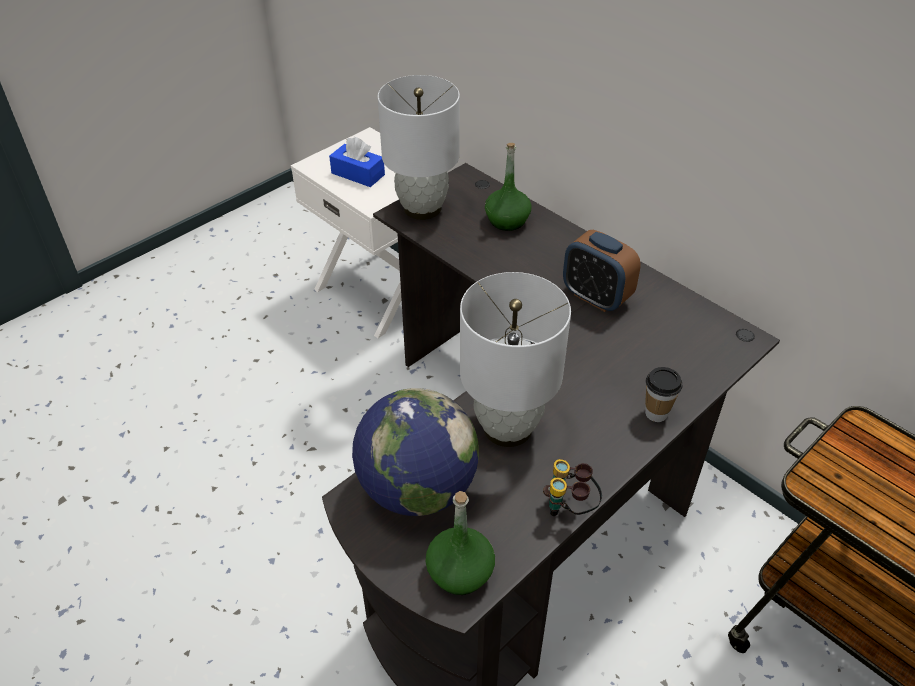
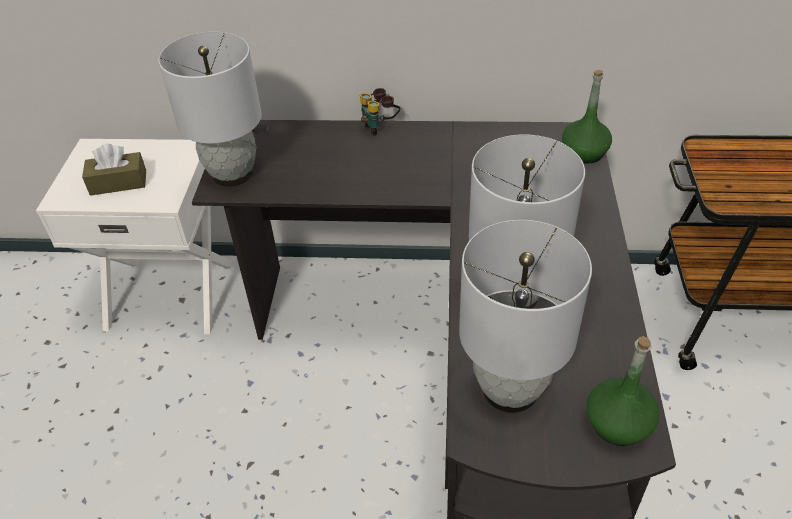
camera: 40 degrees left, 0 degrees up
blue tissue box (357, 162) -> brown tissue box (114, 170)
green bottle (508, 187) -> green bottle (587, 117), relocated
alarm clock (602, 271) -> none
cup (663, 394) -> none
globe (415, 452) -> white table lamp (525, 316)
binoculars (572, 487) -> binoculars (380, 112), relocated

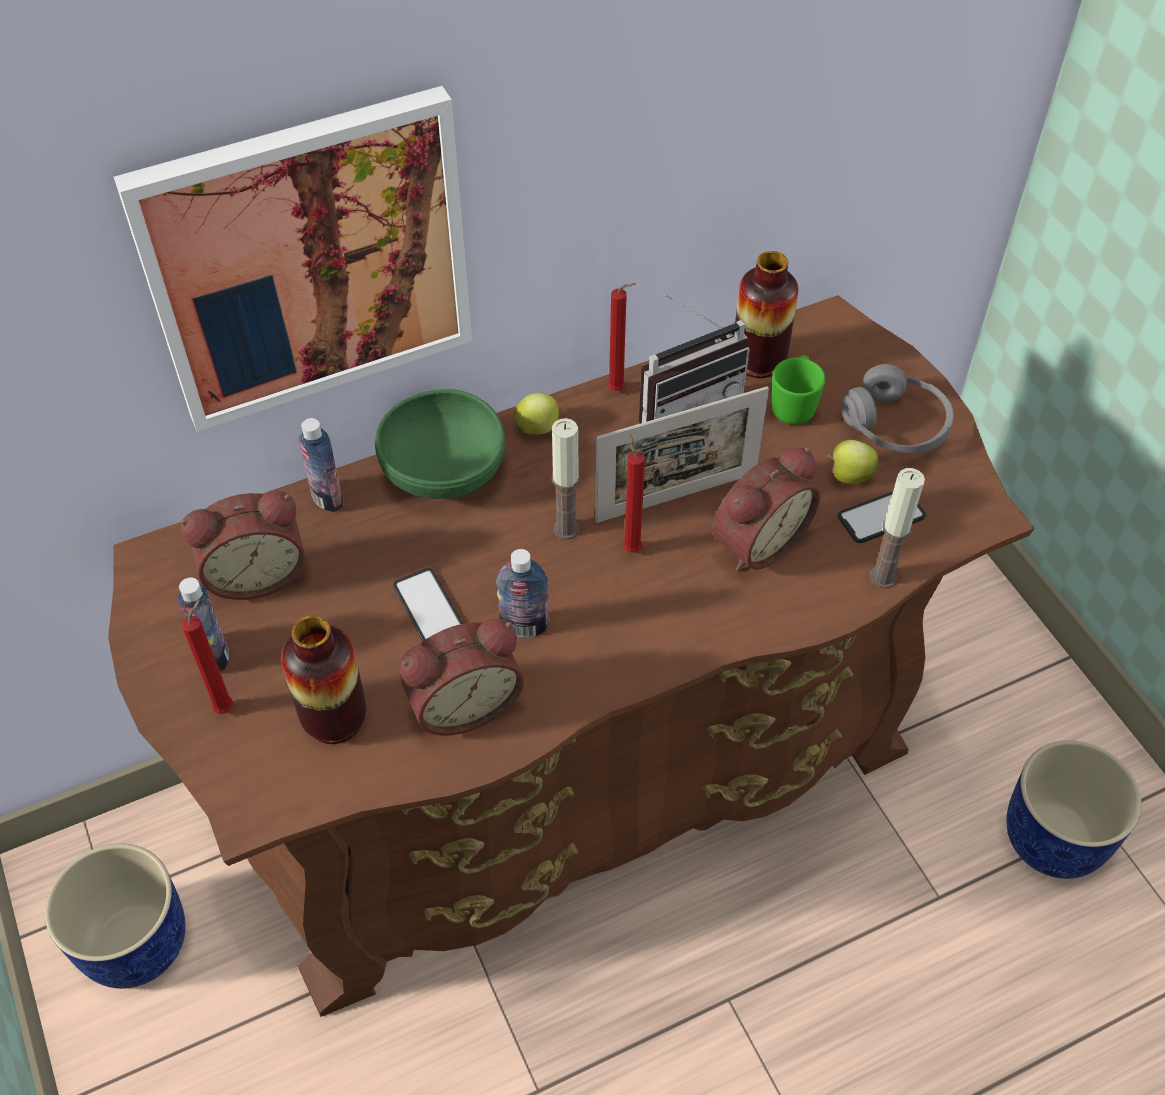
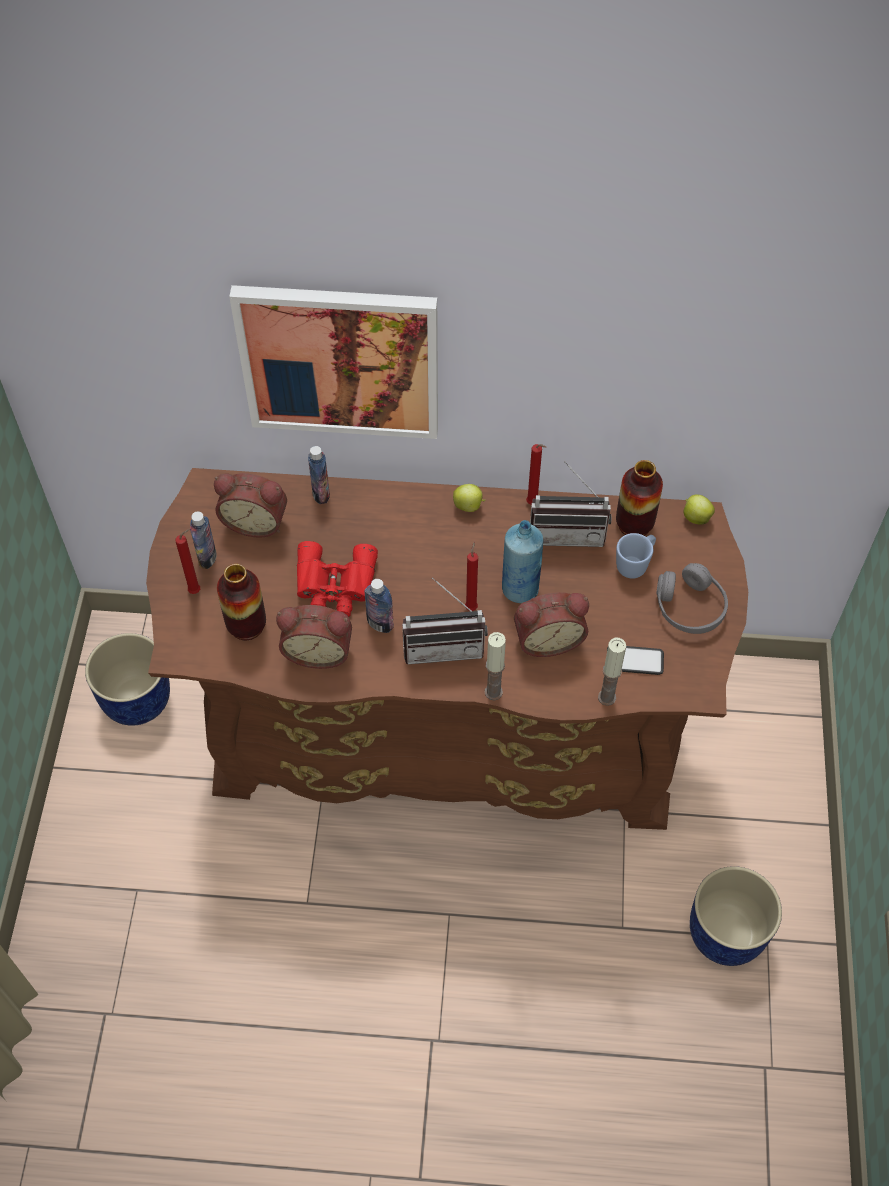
camera: 30 degrees right, 5 degrees up
green mug (799, 390) -> blue mug (636, 556)
picture frame (682, 454) -> blue bottle (522, 561)
green bowl (440, 444) -> none
candle (566, 479) -> candle (495, 666), relocated
apple (852, 462) -> apple (699, 510), relocated
phone (428, 605) -> red binoculars (337, 579)
none -> radio (445, 620)

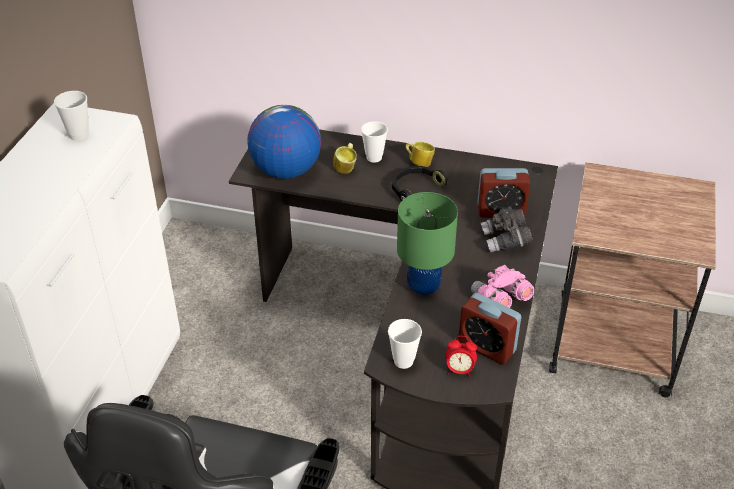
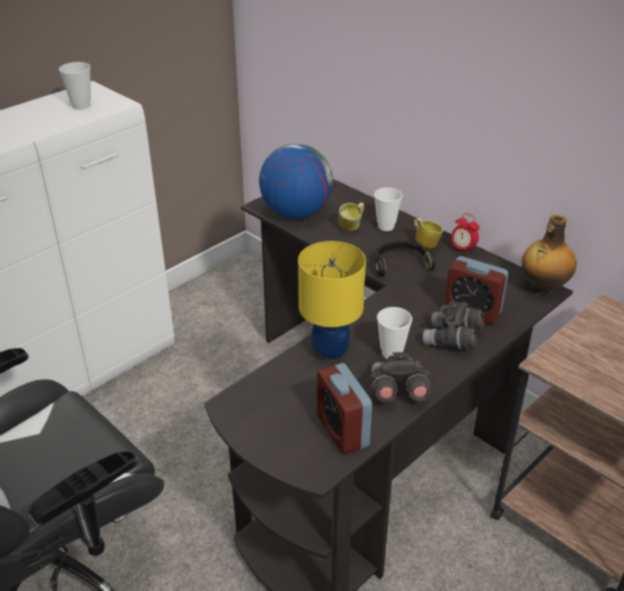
camera: 30 degrees right, 5 degrees down
green table lamp (427, 243) -> yellow table lamp (332, 300)
pink binoculars (502, 286) -> grey binoculars (400, 377)
cup (405, 344) -> cup (394, 333), relocated
alarm clock (461, 356) -> alarm clock (465, 234), relocated
none -> bottle (549, 254)

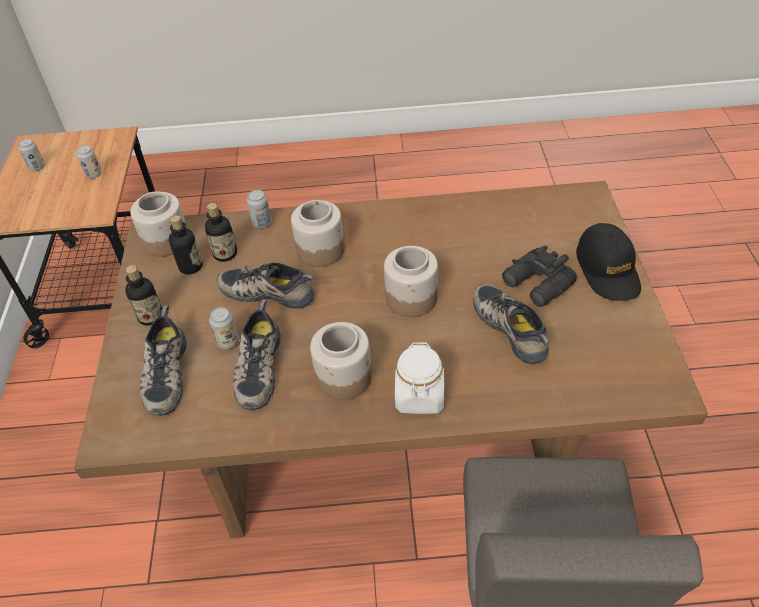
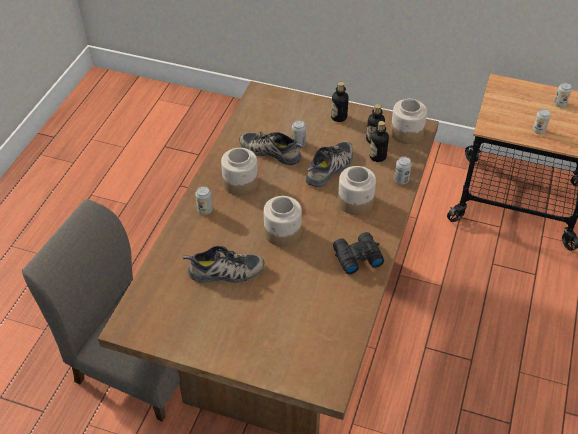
camera: 110 degrees right, 0 degrees up
black cap (608, 262) -> none
black binoculars (539, 276) -> black binoculars (358, 253), relocated
shoe (163, 361) -> none
white jar (419, 378) -> can (204, 200)

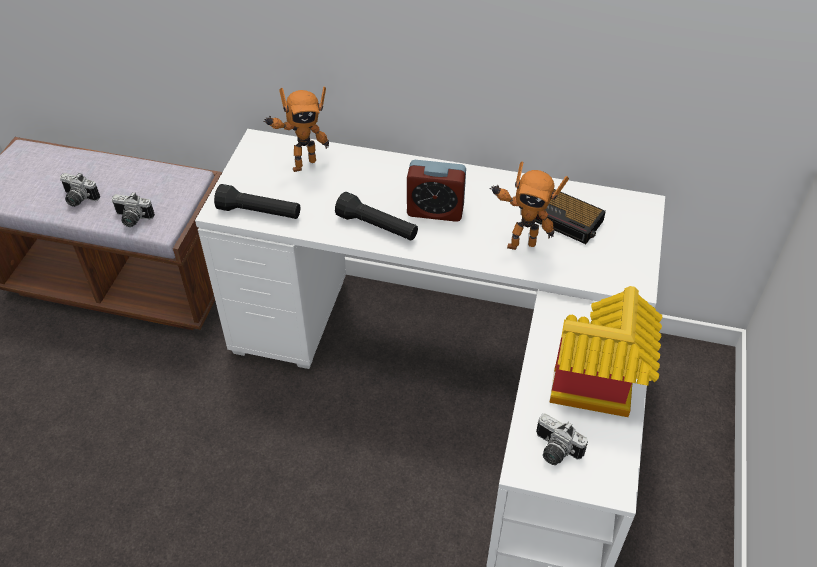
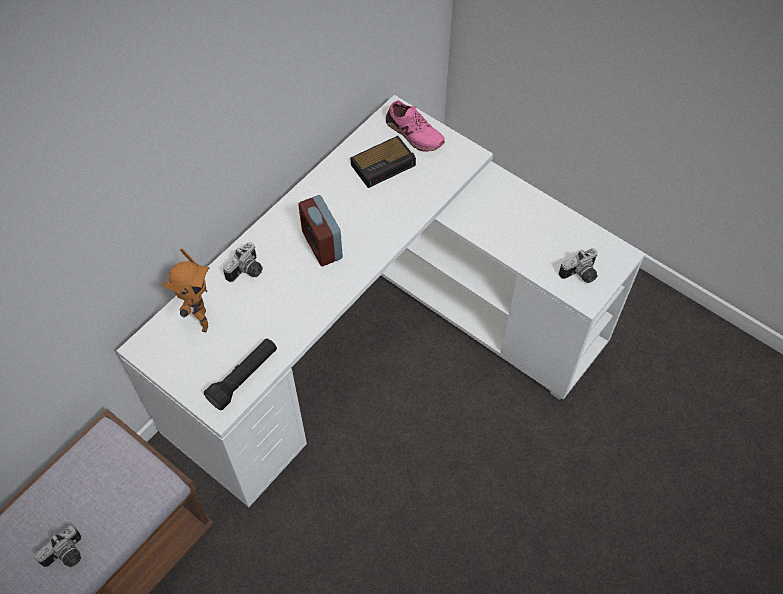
camera: 65 degrees left, 10 degrees up
alarm clock (436, 191) -> alarm clock (320, 230), 120 degrees clockwise
toy robot (529, 206) -> none
photo camera (133, 209) -> photo camera (243, 262), relocated
black flashlight (376, 216) -> none
toy house (605, 351) -> none
none -> pink shoe (415, 126)

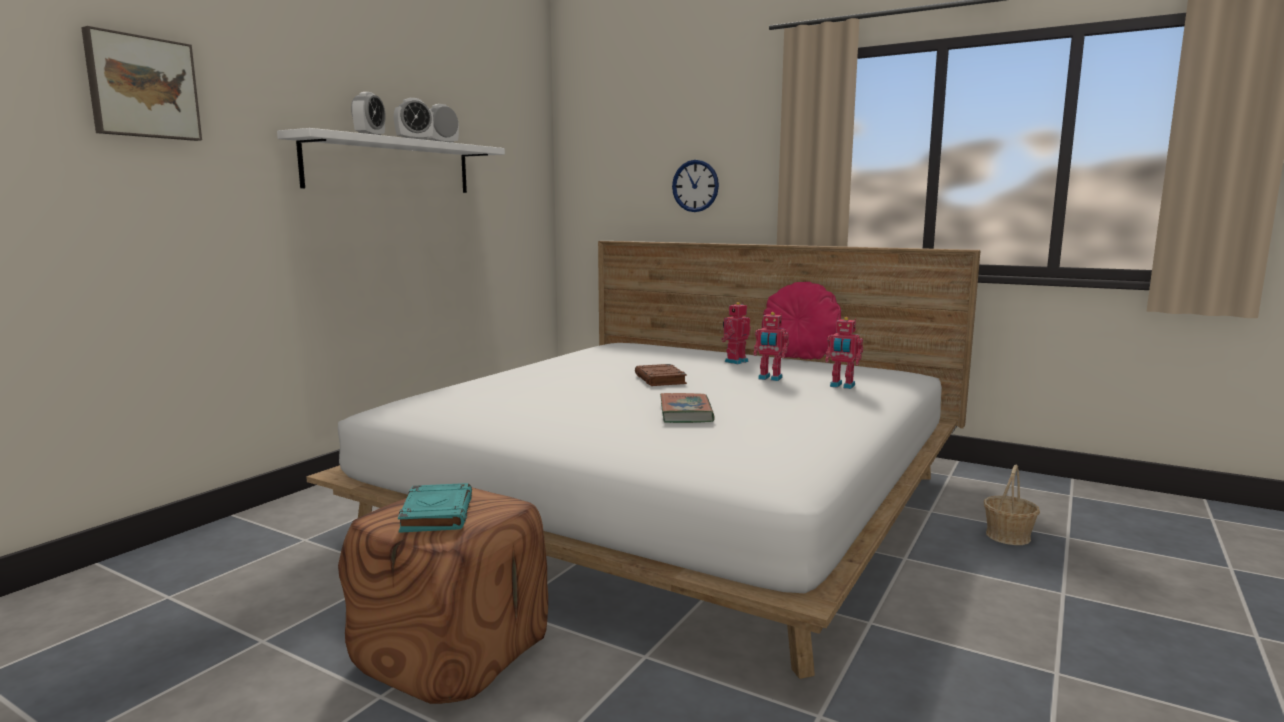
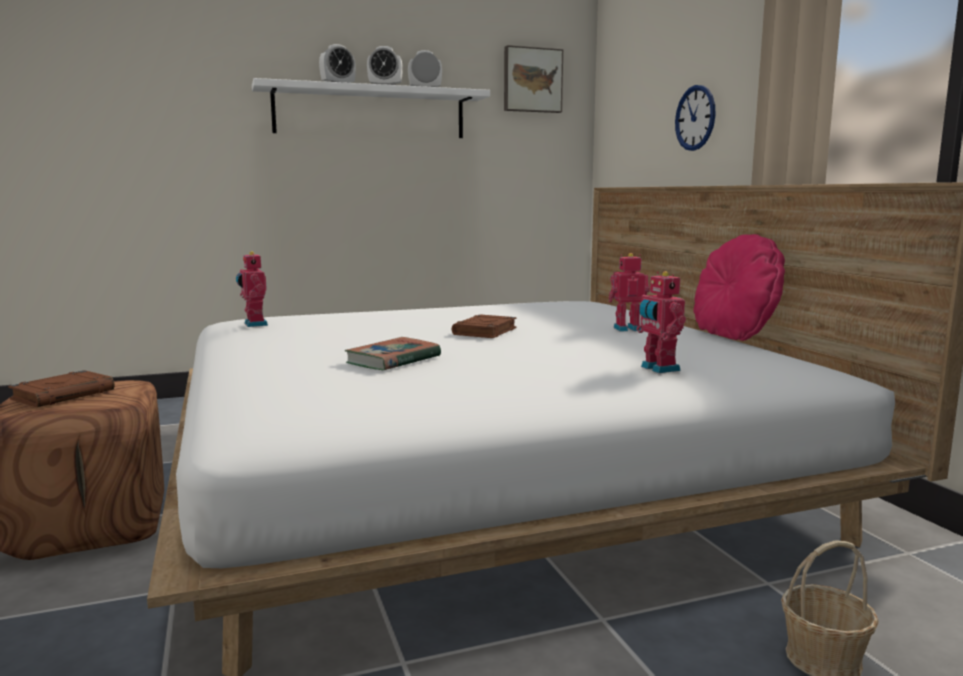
camera: 40 degrees right, 0 degrees up
picture (141, 83) -> picture (533, 79), relocated
toy robot (771, 346) -> toy robot (252, 289), relocated
turquoise book (435, 508) -> brown book (61, 388)

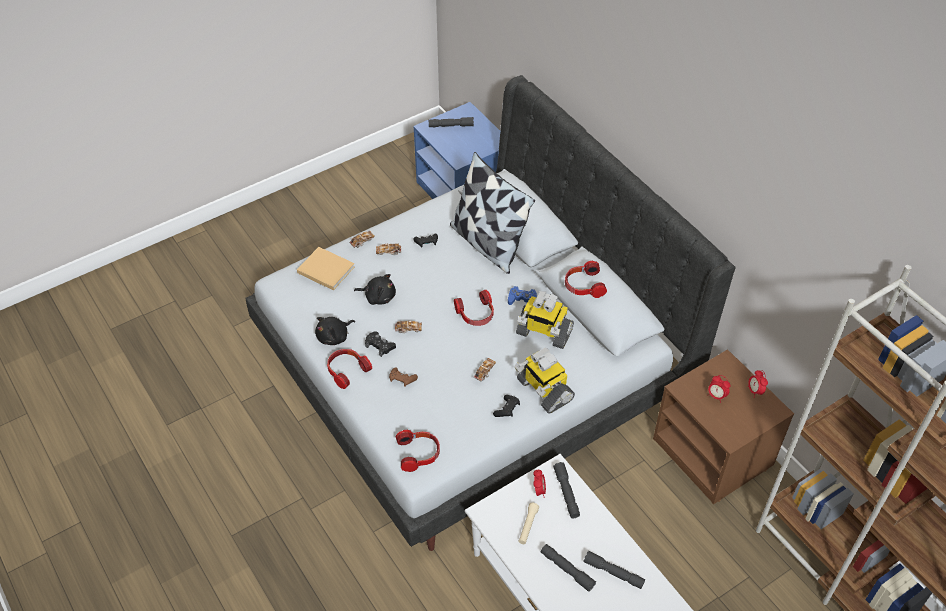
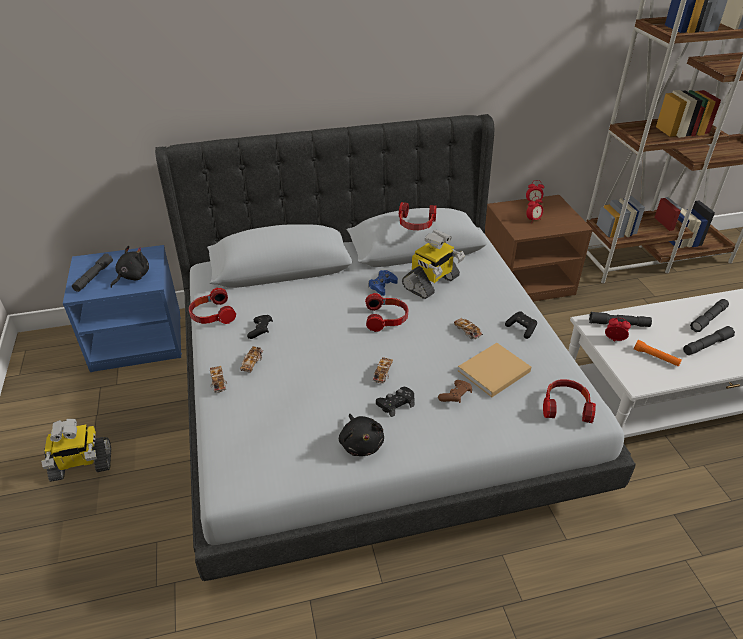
camera: 70 degrees left, 10 degrees down
pillow (492, 213) -> none
beige book (326, 268) -> beige book (494, 370), relocated
black plush toy (375, 289) -> black plush toy (129, 267), relocated
toy robot (544, 380) -> toy robot (76, 450), relocated
headphones (349, 369) -> headphones (212, 305), relocated
beige flashlight (529, 523) -> orange flashlight (658, 353)

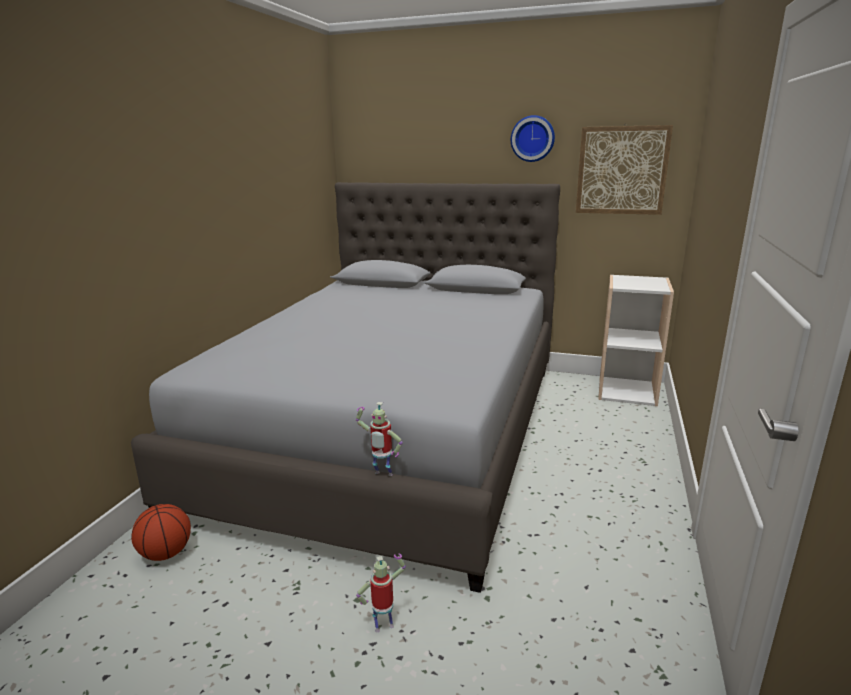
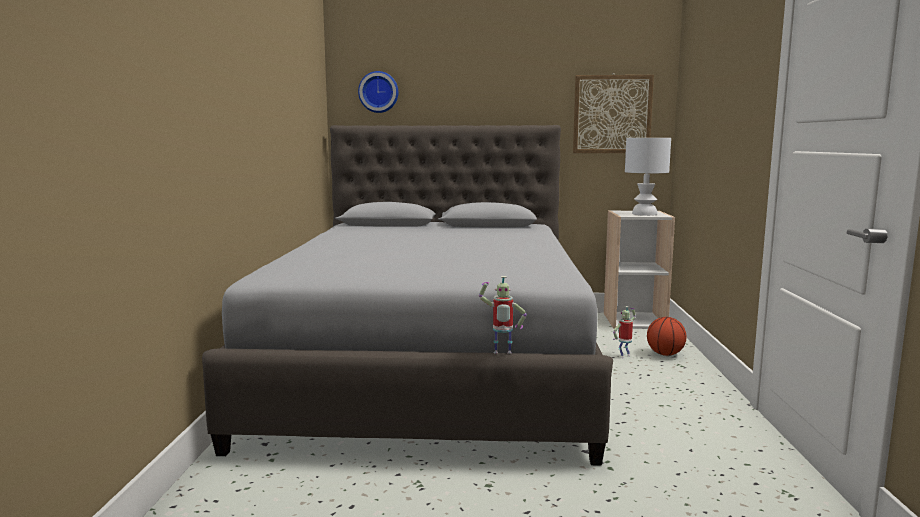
camera: 15 degrees left, 10 degrees down
wall clock (533, 138) -> wall clock (378, 92), relocated
basketball (161, 532) -> basketball (666, 336), relocated
toy robot (381, 592) -> toy robot (624, 332), relocated
none -> white table lamp (648, 177)

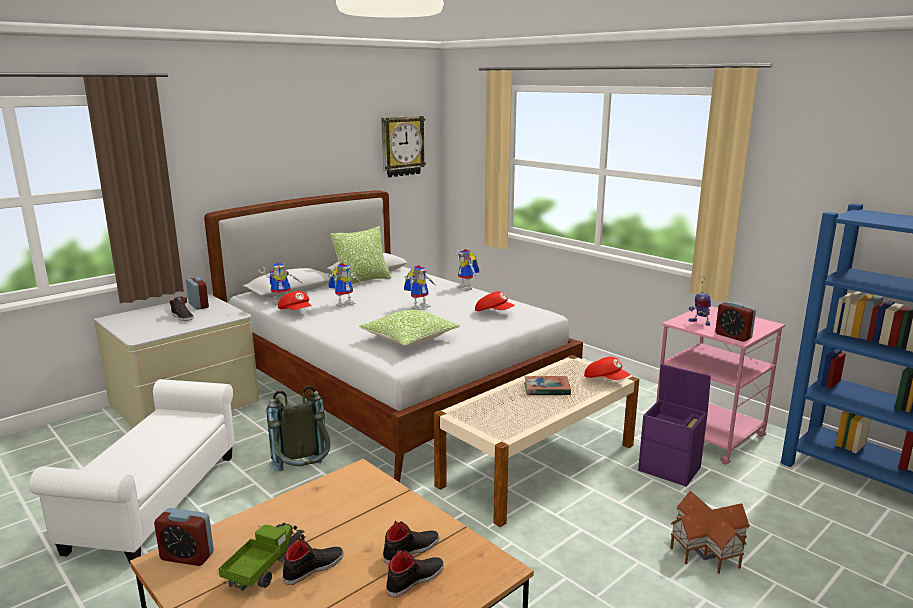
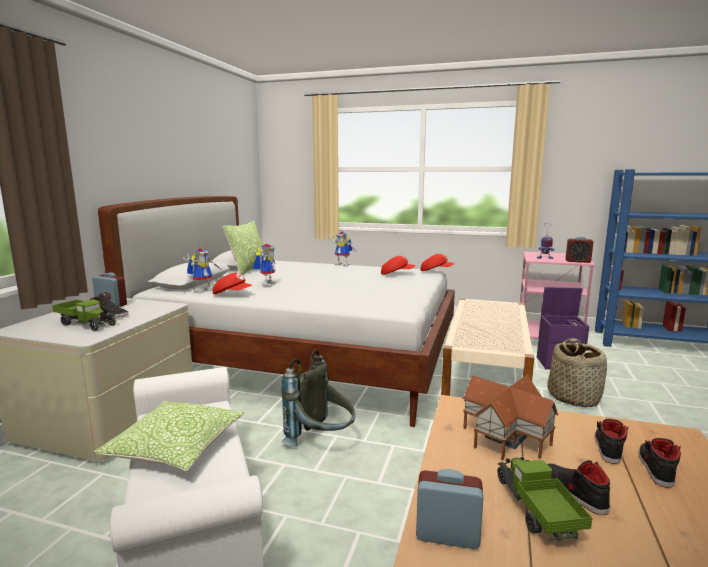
camera: 30 degrees left, 5 degrees down
wall clock (403, 146) -> none
toy robot (419, 287) -> none
pillow (409, 327) -> pillow (169, 436), relocated
red cap (607, 368) -> red cap (438, 262), relocated
book (547, 385) -> none
toy house (710, 532) -> toy house (510, 417), relocated
alarm clock (184, 537) -> alarm clock (449, 509), 150 degrees counterclockwise
black shoe (313, 562) -> black shoe (578, 487), 45 degrees counterclockwise
none -> toy truck (84, 315)
none -> basket (577, 372)

